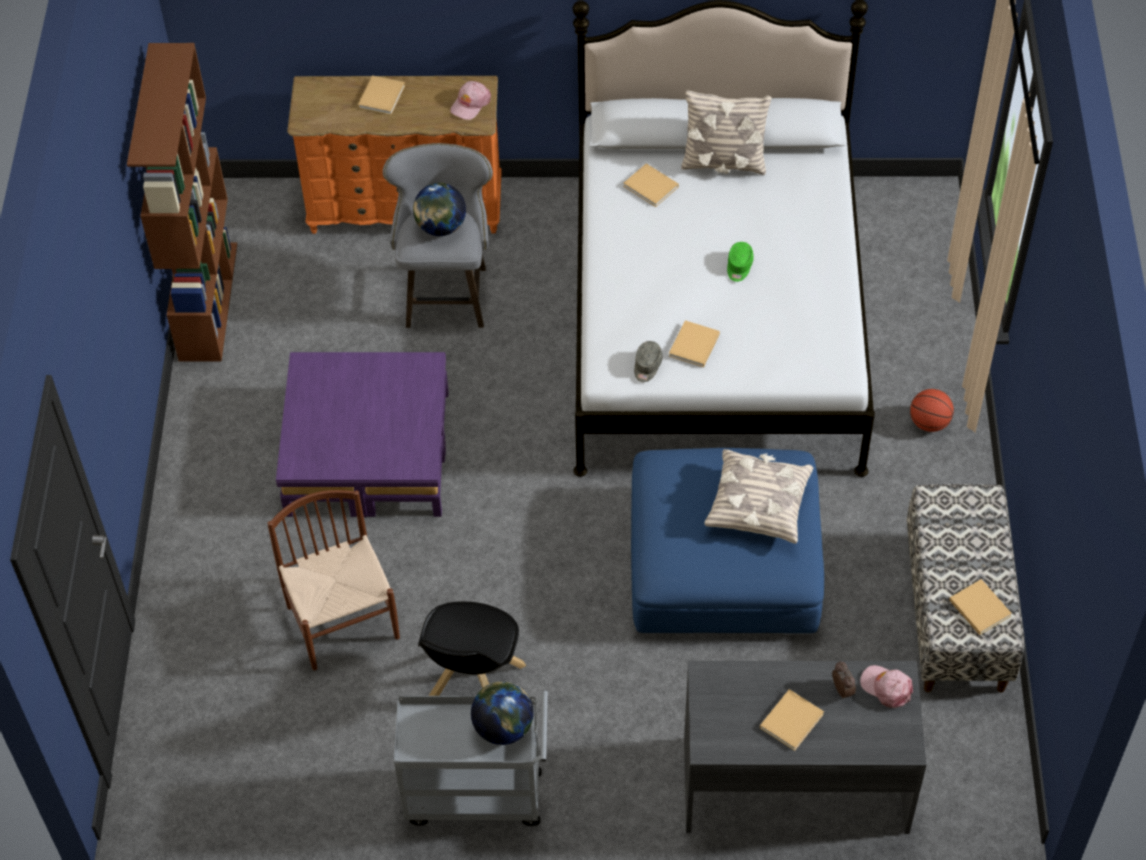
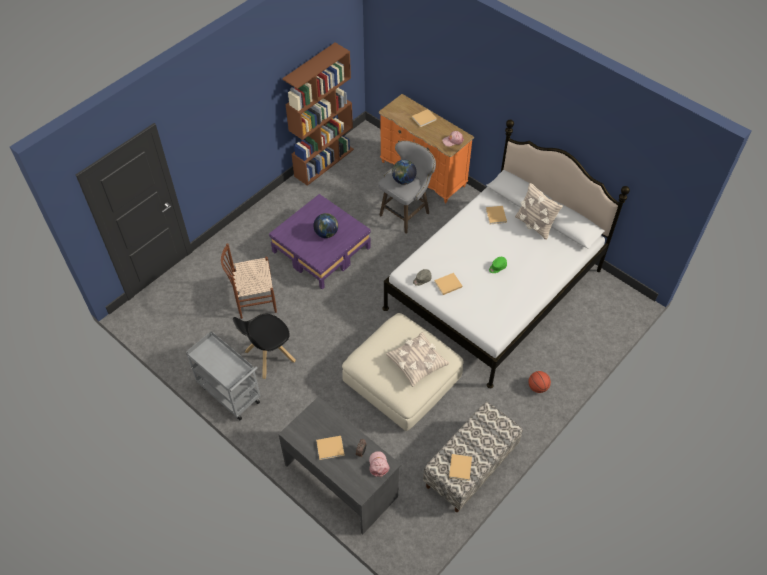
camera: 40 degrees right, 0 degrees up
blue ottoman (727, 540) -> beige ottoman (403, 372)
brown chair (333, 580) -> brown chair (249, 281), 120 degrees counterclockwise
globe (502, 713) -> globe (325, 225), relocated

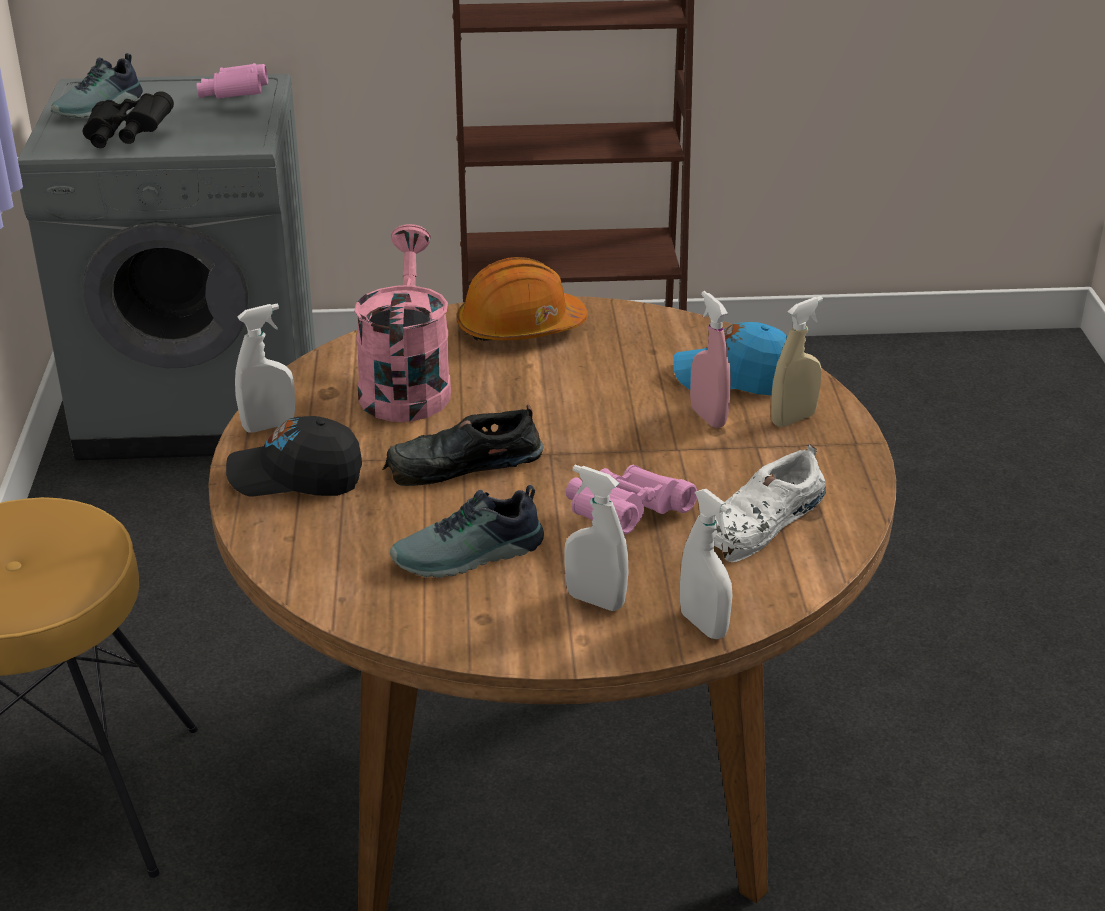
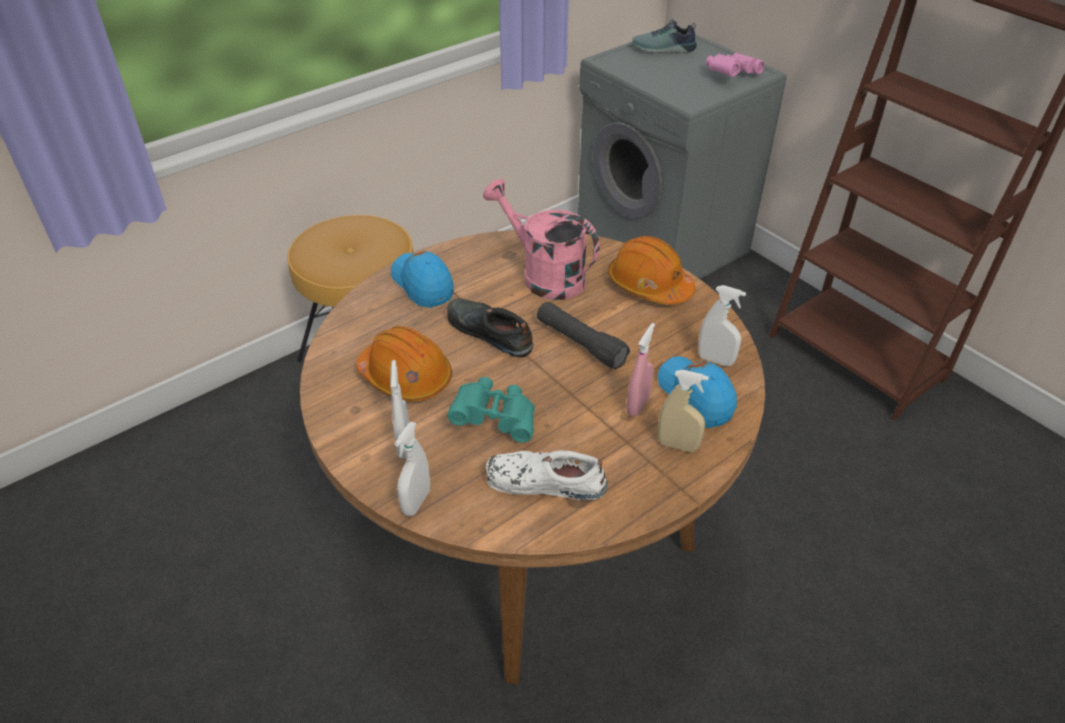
camera: 55 degrees right, 10 degrees up
black binoculars (128, 119) -> none
pink watering can (402, 323) -> pink watering can (541, 239), 105 degrees counterclockwise
white spray bottle (265, 368) -> white spray bottle (722, 325), relocated
black cap (294, 456) -> blue cap (422, 279)
pink binoculars (631, 500) -> turquoise binoculars (491, 410)
shoe (467, 531) -> orange hard hat (404, 363)
none -> black flashlight (583, 335)

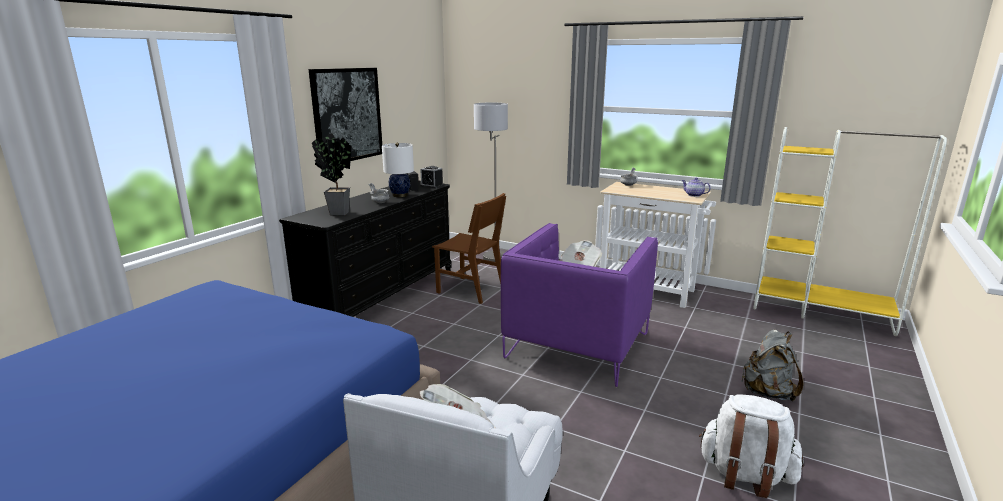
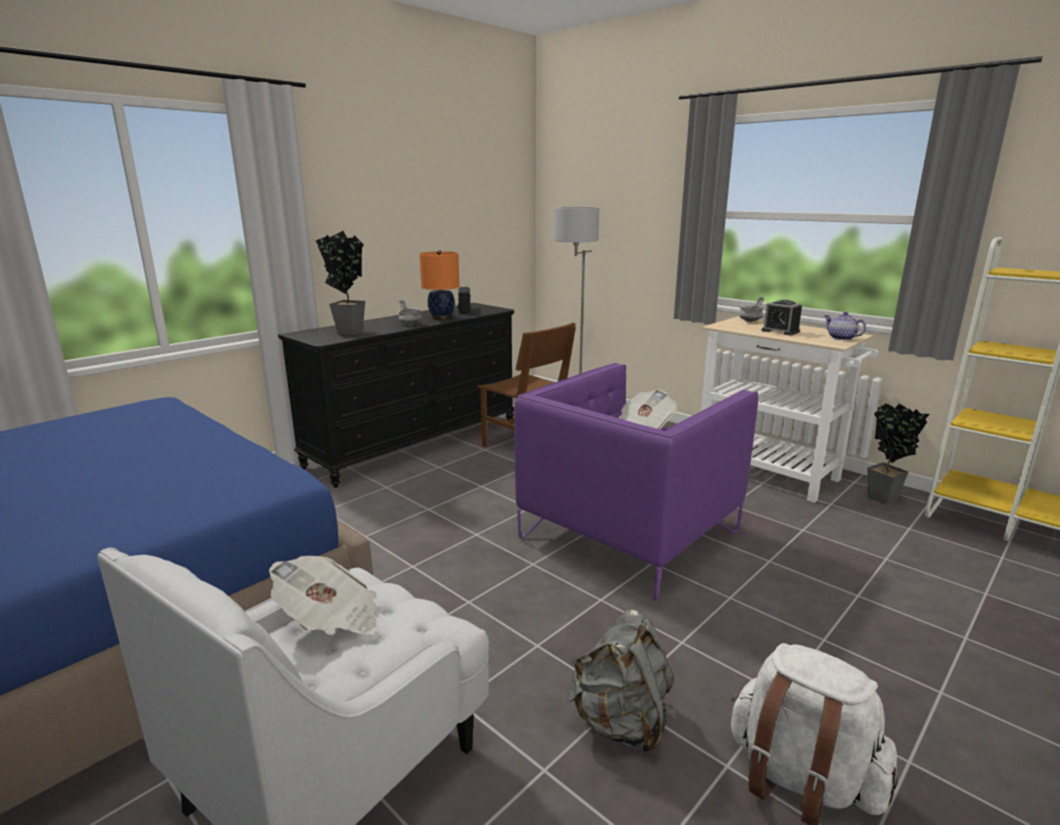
camera: 15 degrees right, 0 degrees up
picture (345, 114) -> none
white table lamp (398, 170) -> orange table lamp (439, 285)
alarm clock (432, 177) -> alarm clock (781, 317), relocated
grey backpack (772, 365) -> grey backpack (620, 682), relocated
none -> potted plant (898, 453)

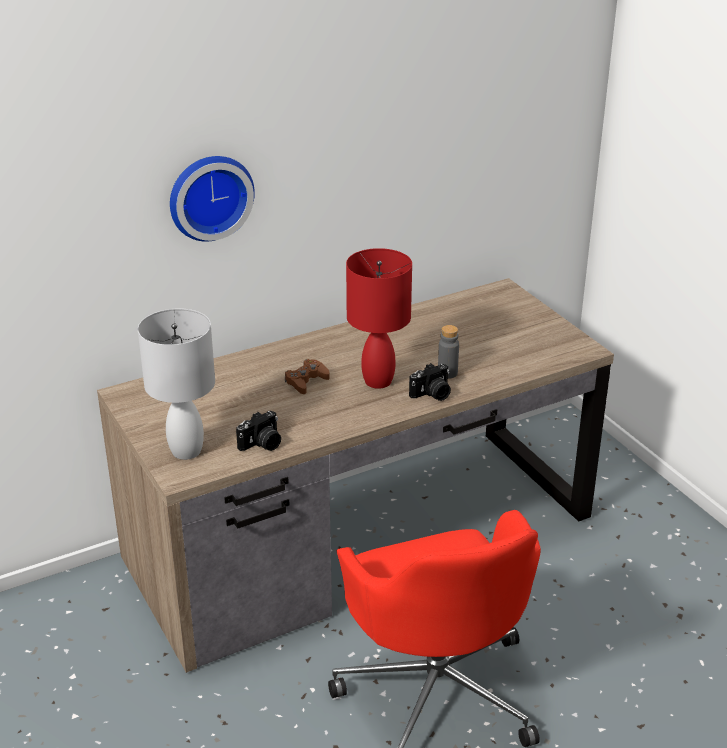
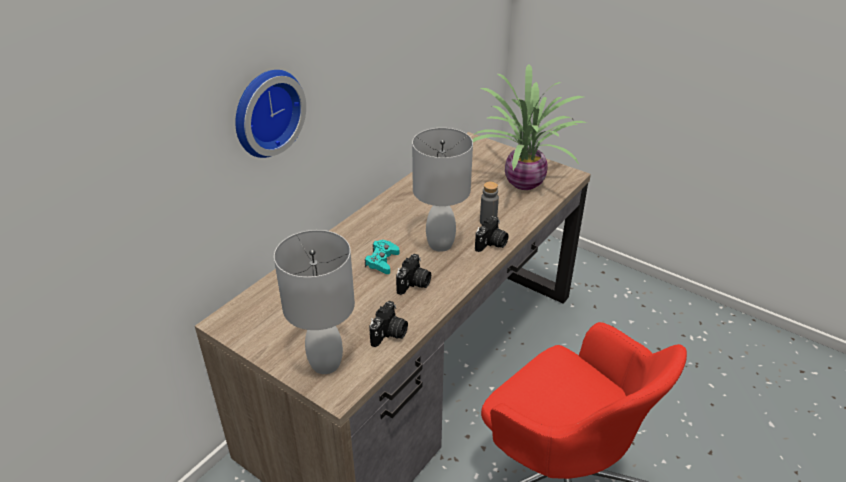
camera: 25 degrees left, 5 degrees up
red table lamp (379, 318) -> white table lamp (442, 190)
brown game controller (307, 376) -> turquoise game controller (382, 257)
none -> potted plant (529, 127)
none -> photo camera (413, 274)

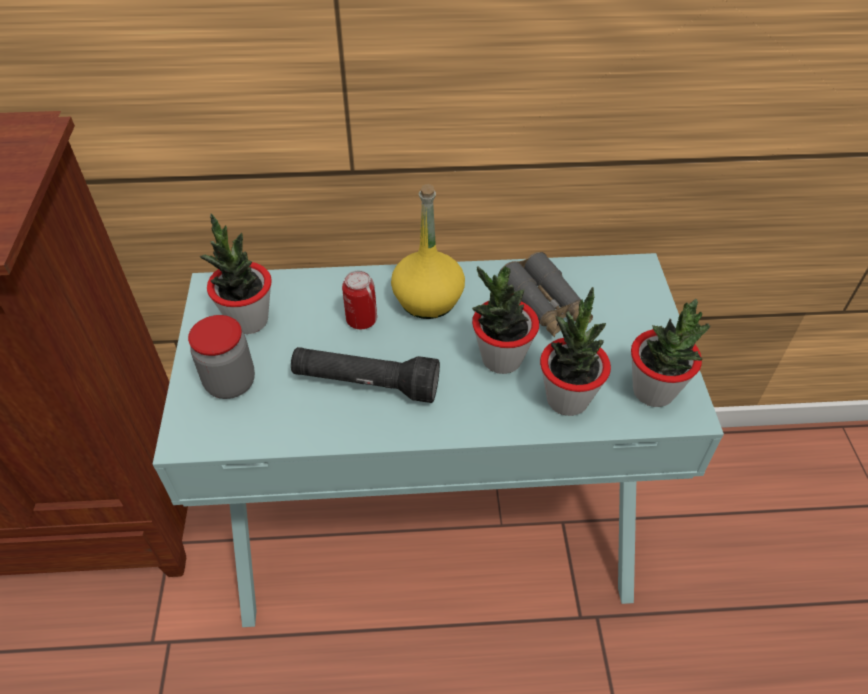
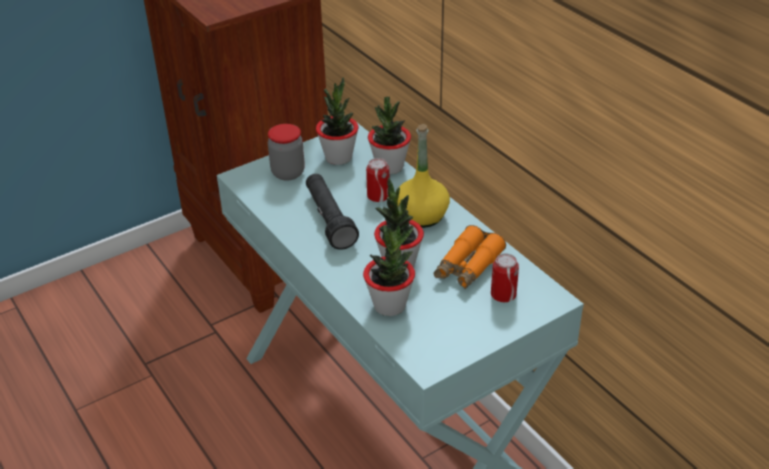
camera: 60 degrees right, 10 degrees down
grey binoculars (547, 294) -> orange binoculars (470, 257)
potted plant (671, 353) -> potted plant (389, 135), relocated
none -> can (505, 277)

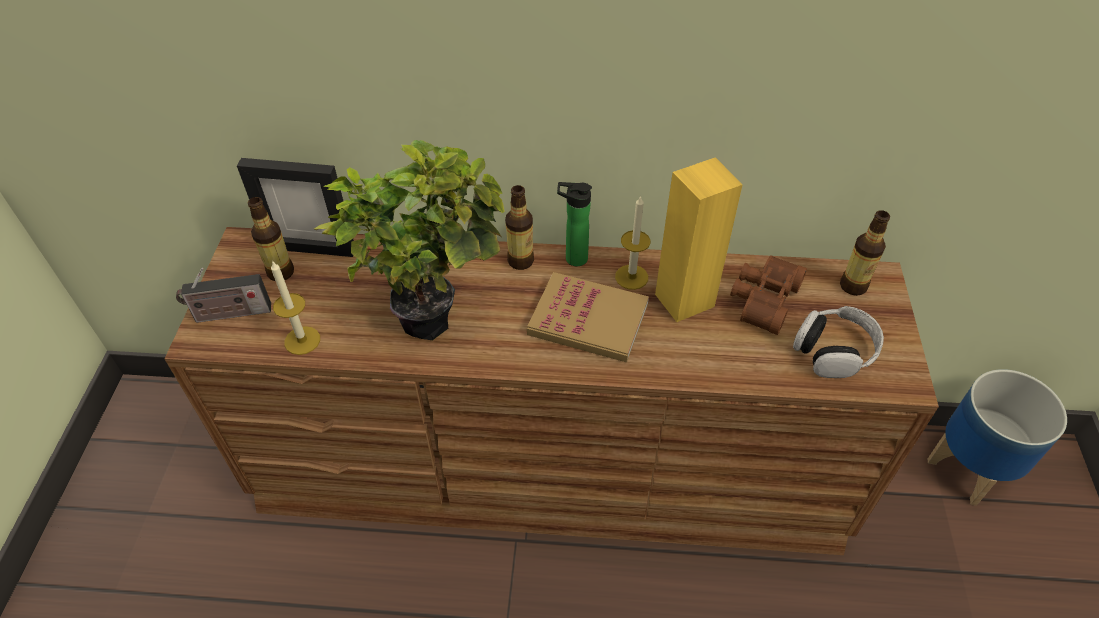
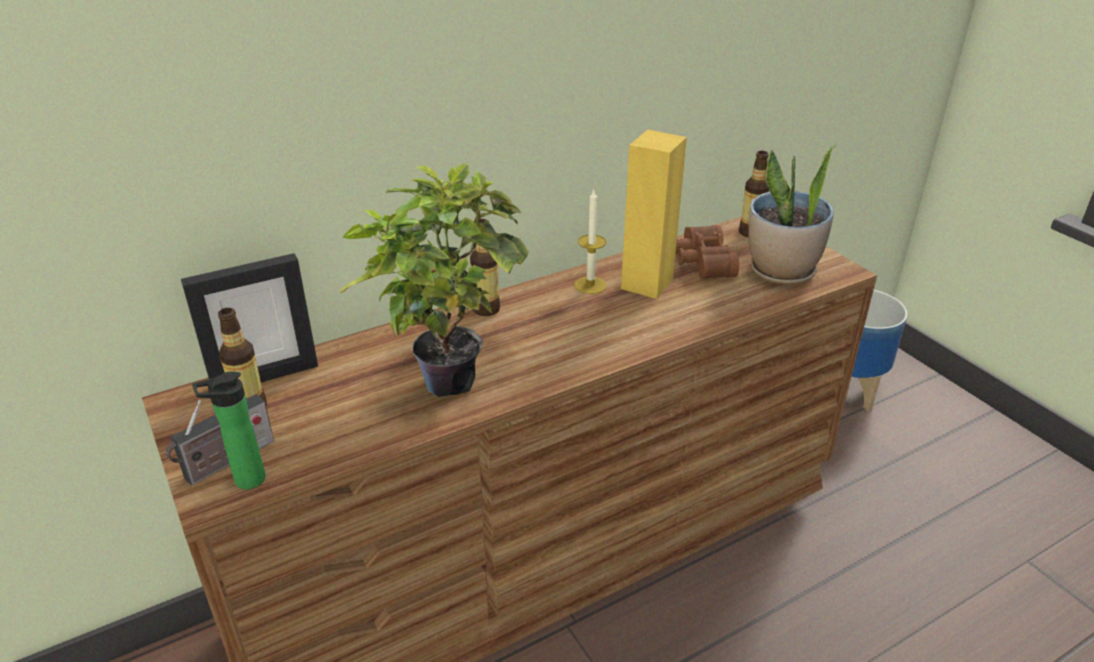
camera: 35 degrees left, 15 degrees down
bottle (574, 224) -> bottle (228, 430), relocated
candle (295, 307) -> none
book (588, 317) -> none
headphones (838, 342) -> potted plant (792, 214)

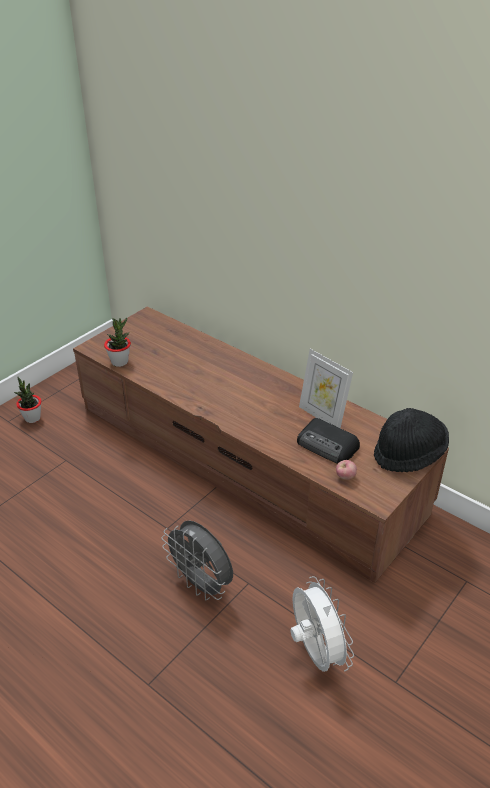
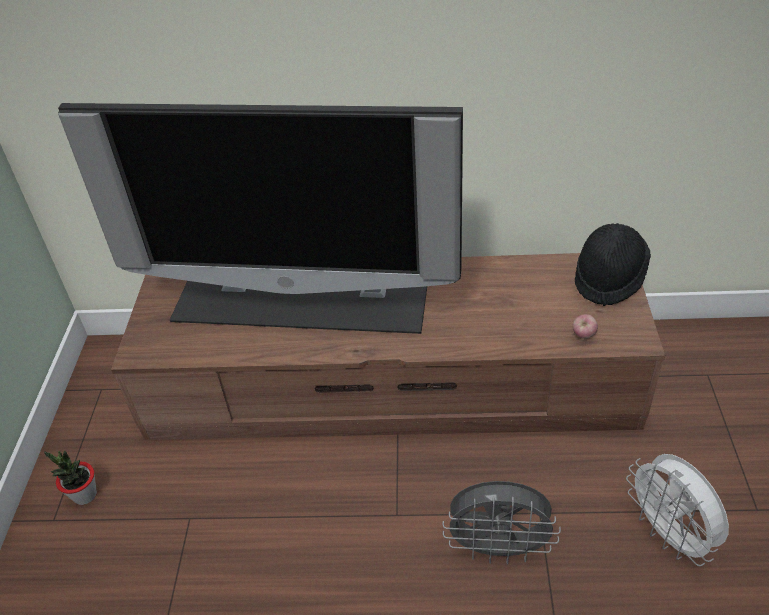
camera: 35 degrees left, 5 degrees up
potted plant (117, 342) -> none
picture frame (326, 388) -> none
radio (328, 441) -> none
white fan (322, 624) -> white fan (677, 510), 150 degrees counterclockwise
none -> television (260, 218)

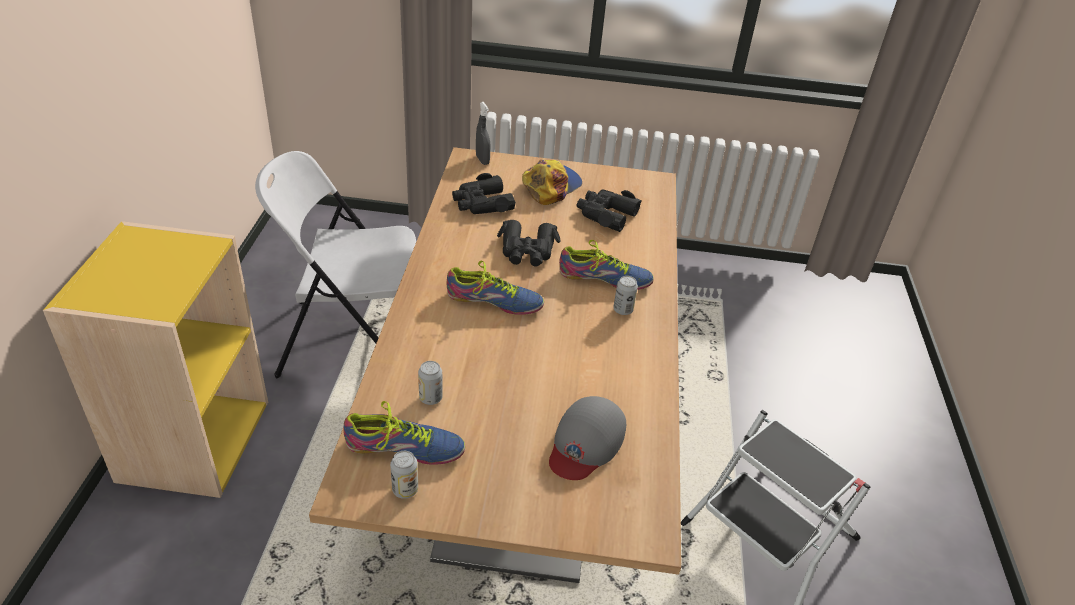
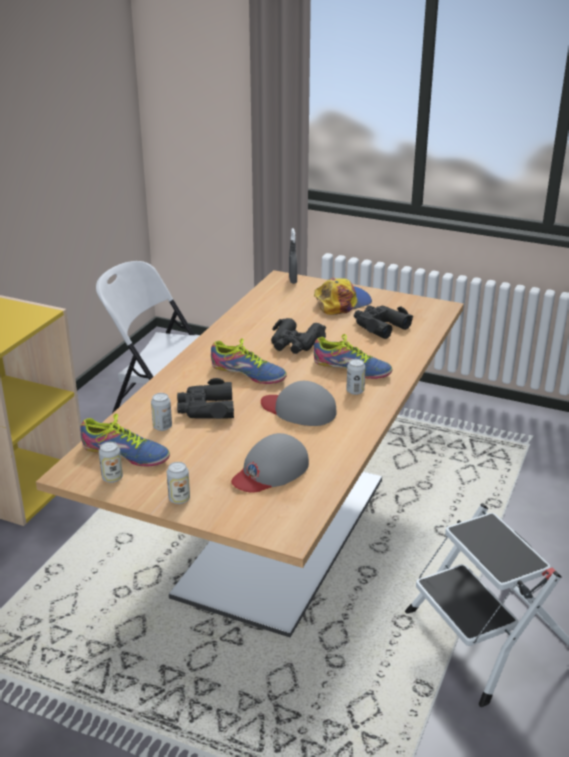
camera: 20 degrees right, 10 degrees down
black binoculars (484, 193) -> black binoculars (205, 398), relocated
none -> grey cap (299, 403)
none -> can (178, 483)

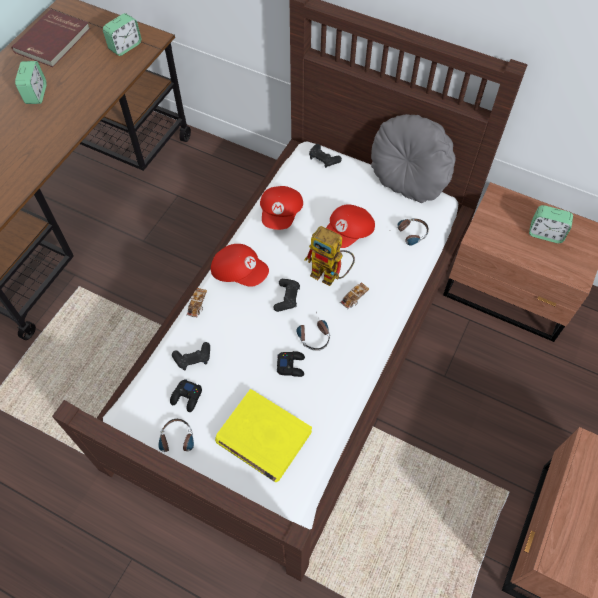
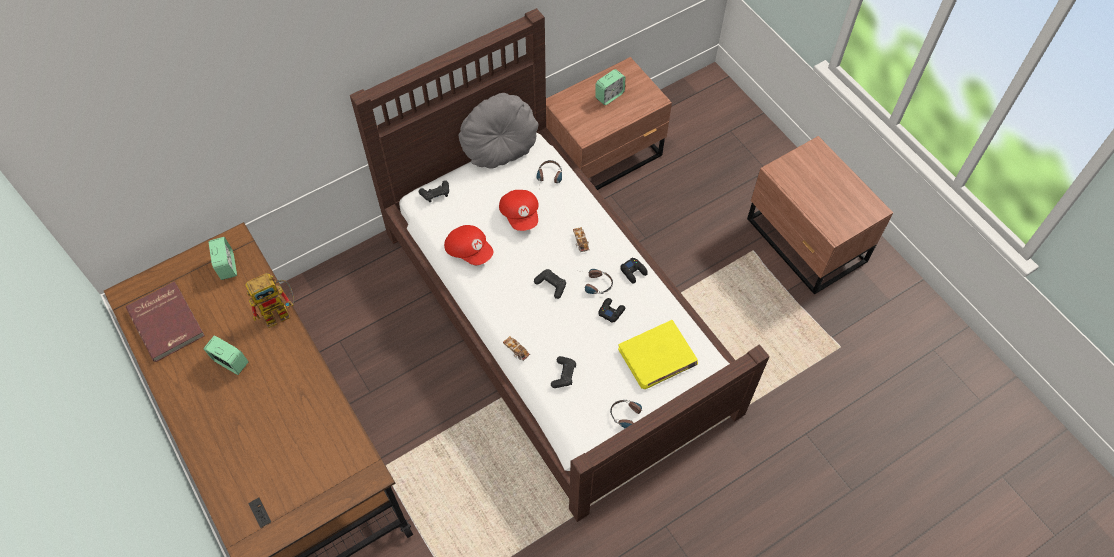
camera: 60 degrees left, 0 degrees up
toy robot (330, 256) -> toy robot (269, 300), relocated
red cap (240, 265) -> none
black game controller (186, 395) -> black game controller (634, 270), relocated

